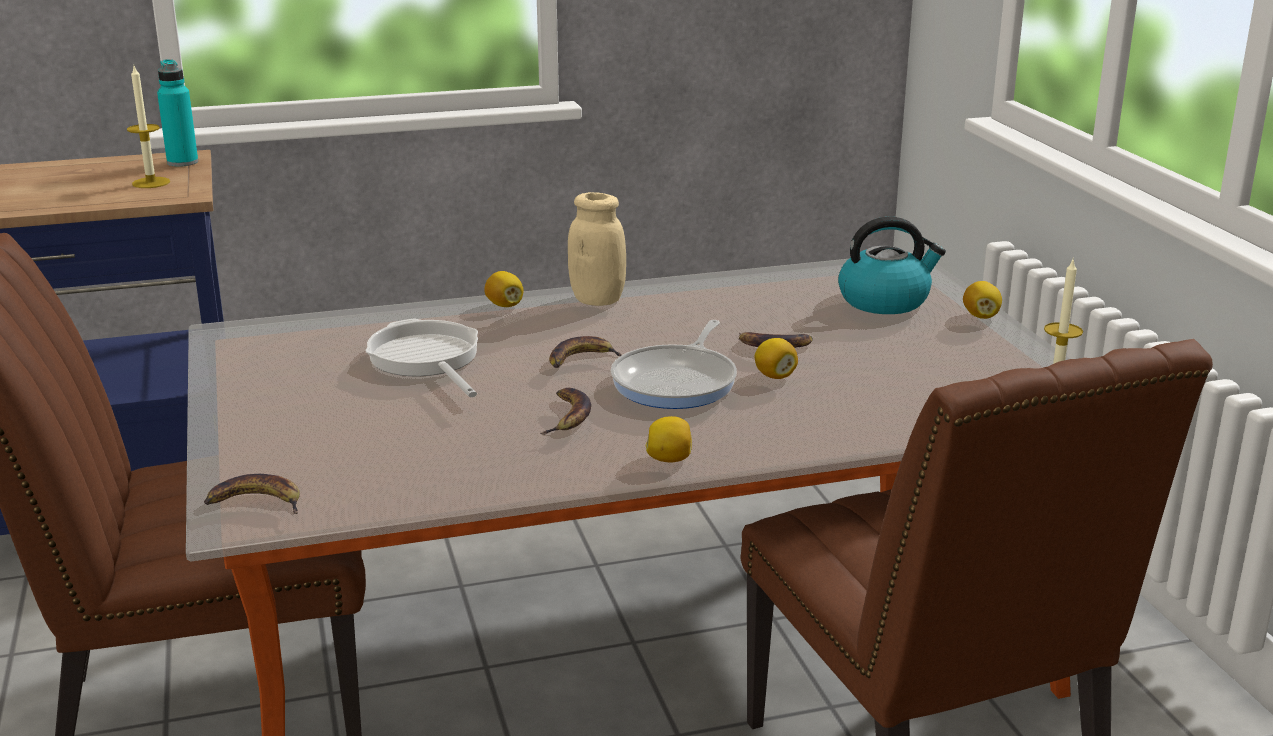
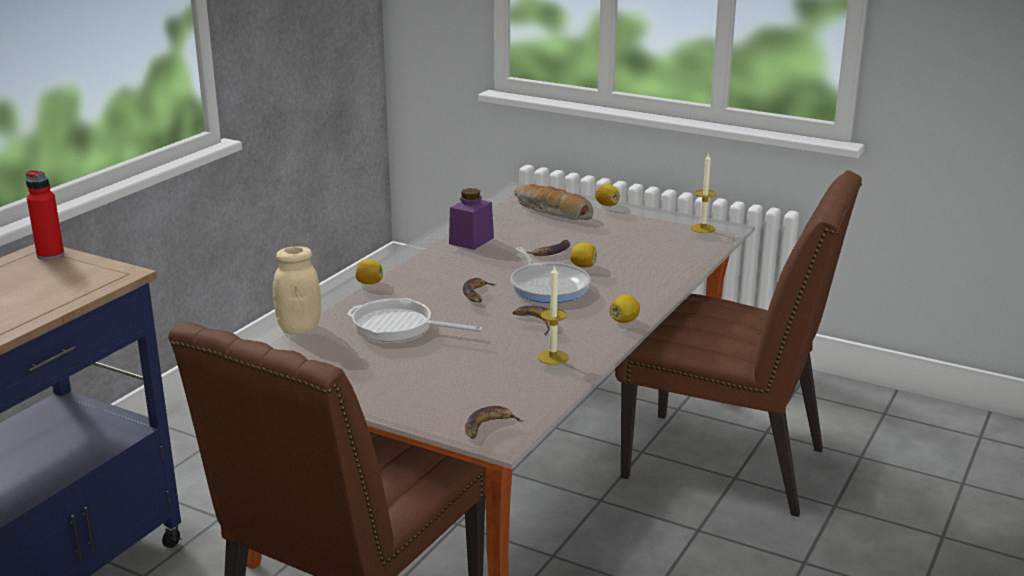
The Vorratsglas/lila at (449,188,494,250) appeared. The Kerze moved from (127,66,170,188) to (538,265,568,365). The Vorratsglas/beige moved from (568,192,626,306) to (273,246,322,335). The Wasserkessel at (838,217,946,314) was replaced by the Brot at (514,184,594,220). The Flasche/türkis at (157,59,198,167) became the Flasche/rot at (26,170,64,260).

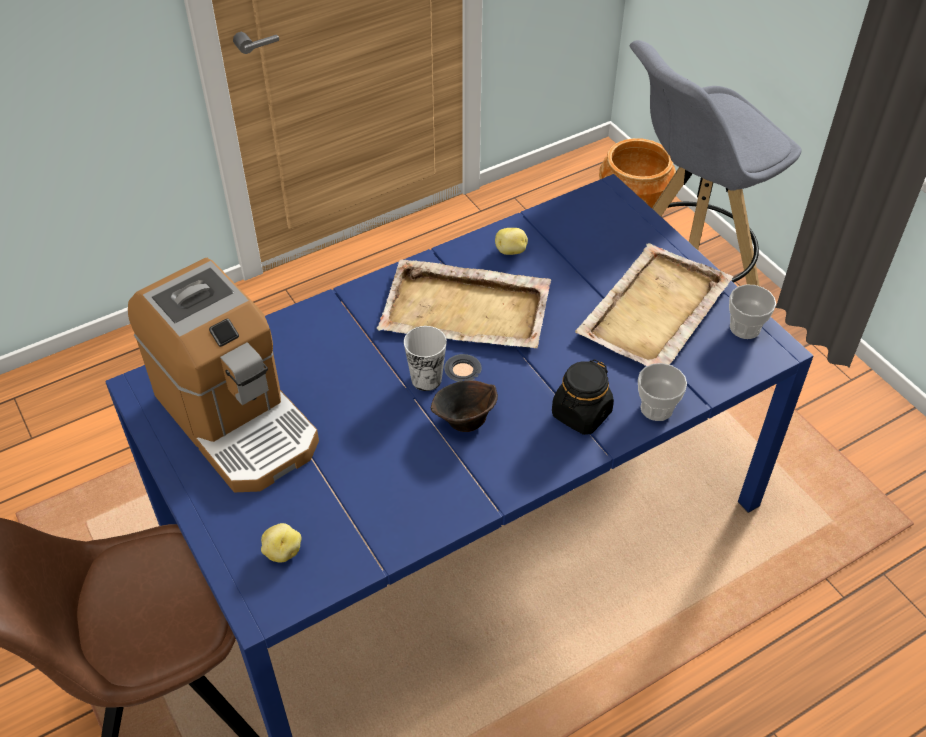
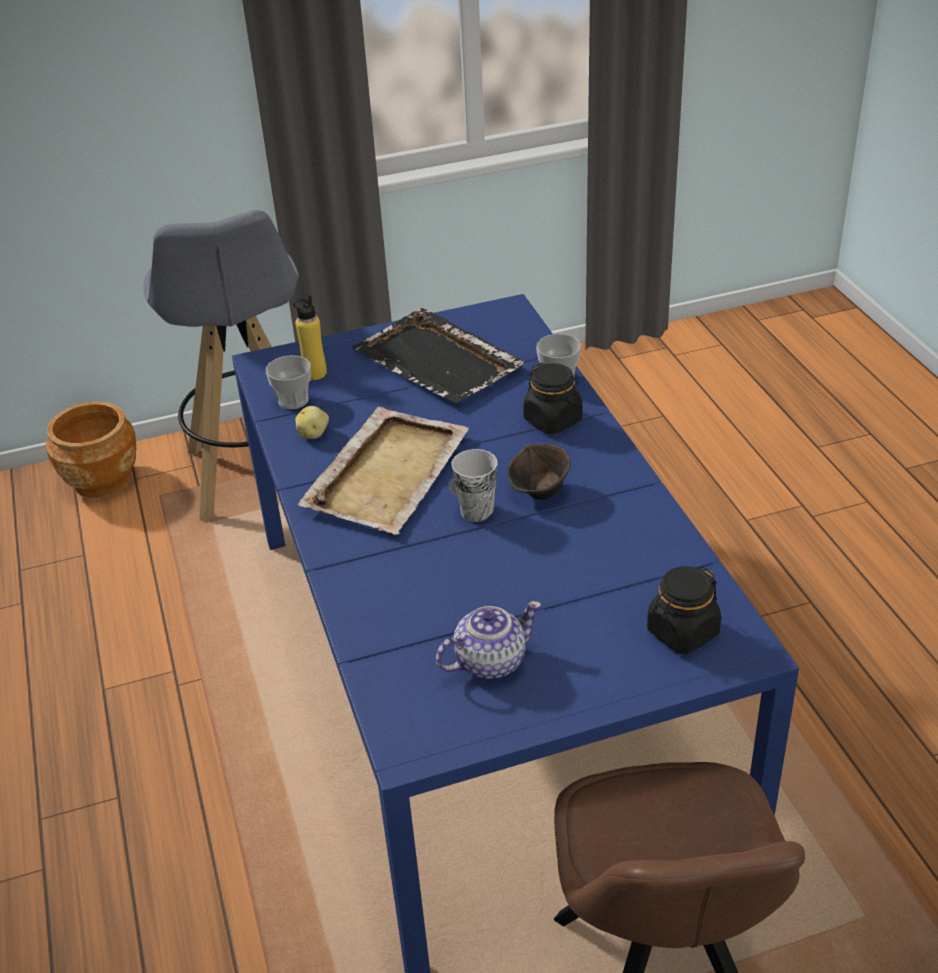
The Flasche/gelb at (293,295,327,380) appeared. The Tasse moved from (729,285,776,339) to (266,355,311,409). The Kaffeemaschine at (128,258,319,492) was replaced by the Teekanne at (436,601,541,679). The Kartoffel at (261,523,302,563) was replaced by the Vorratsglas/schwarz at (647,566,721,654). The Tablett/beige at (575,243,733,366) became the Tablett/schwarz at (352,308,526,403).

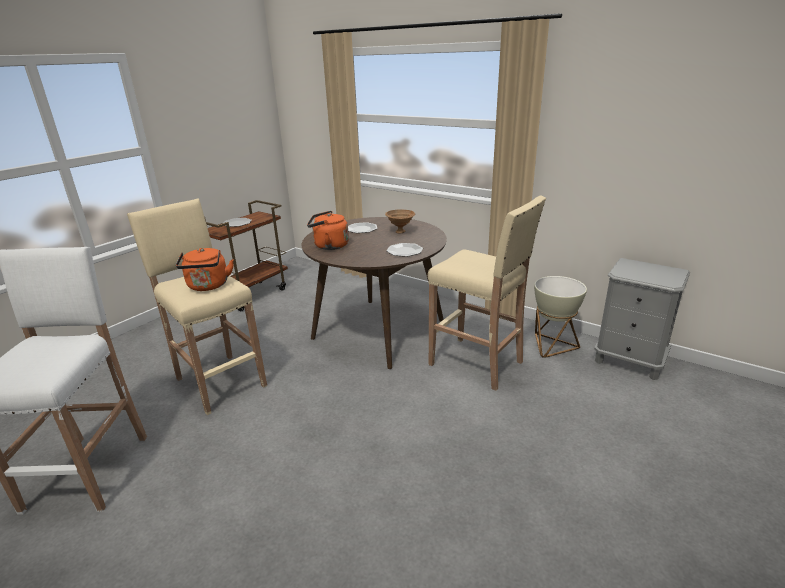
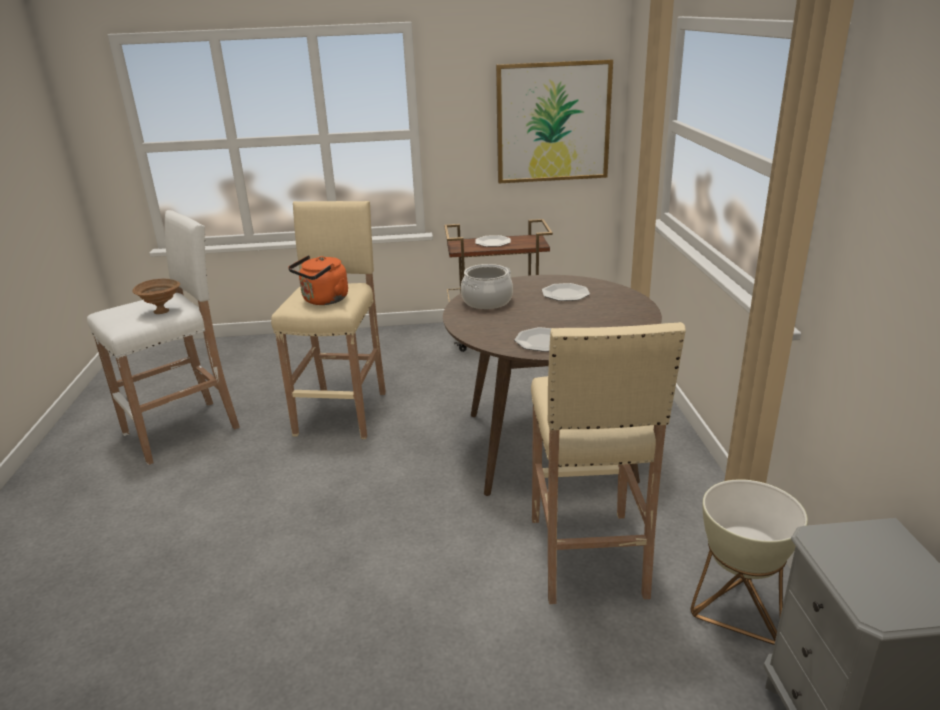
The Bild at (496,59,613,183) appeared. The Schüssel/braun moved from (385,210,415,233) to (133,279,180,314). The Wasserkessel/orange at (307,211,349,250) was replaced by the Kochtopf at (461,264,513,309).

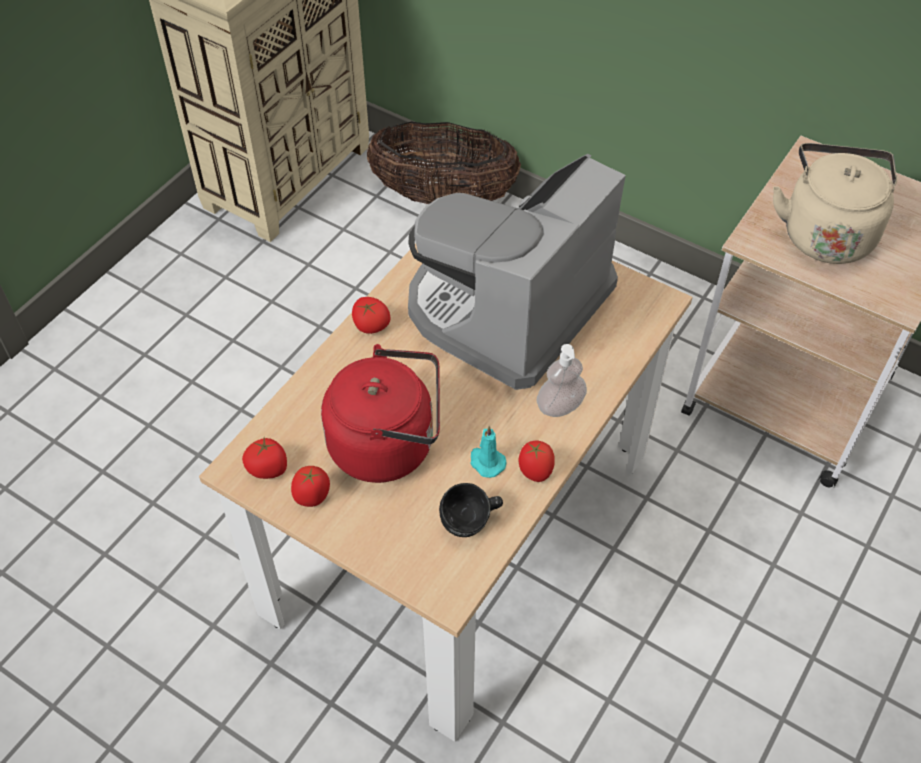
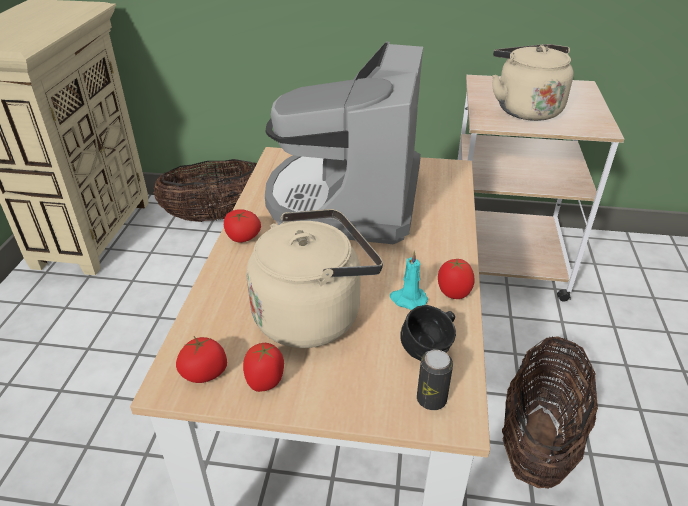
The Seifenspender at (537,344,587,417) disappeared. The Dose at (417,350,453,410) appeared. The Korb at (502,336,598,489) appeared. The Wasserkessel/rot at (321,344,440,483) became the Wasserkessel/beige at (247,209,383,348).

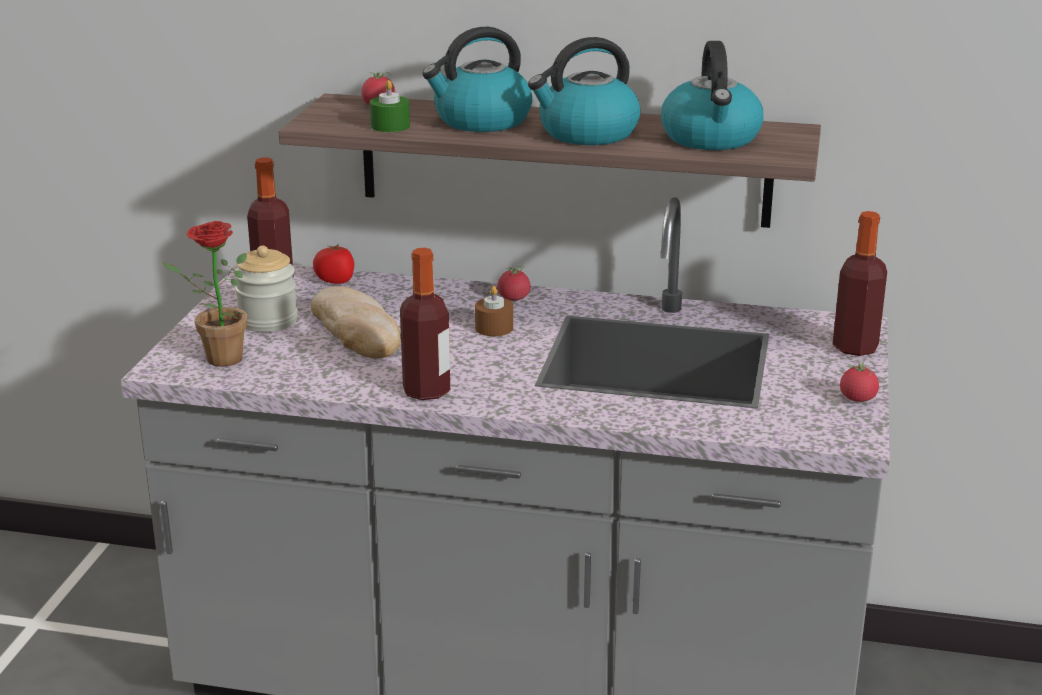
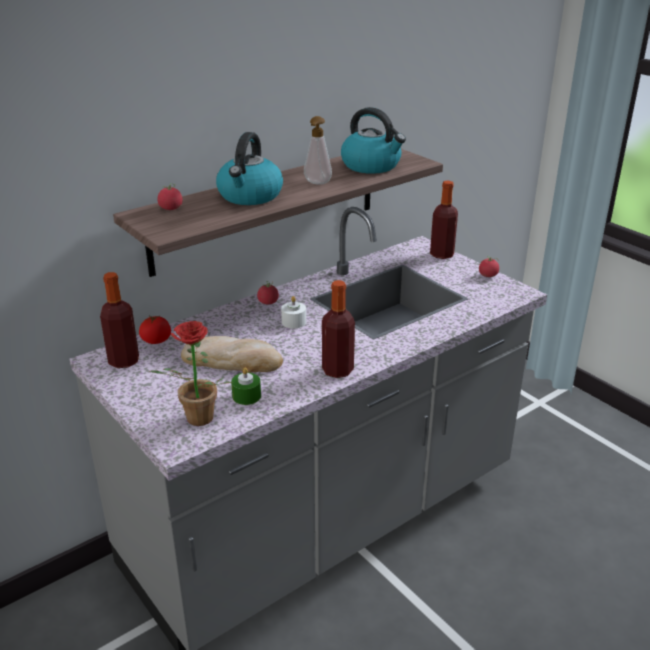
The Vorratsglas at (234,246,298,332) disappeared. The Kerze/grün moved from (370,80,410,132) to (231,368,261,405). The Wasserkessel at (528,37,640,145) was replaced by the Seifenspender at (304,116,332,185). The Kerze/braun at (475,286,513,336) became the Kerze/weiß at (281,296,306,329).

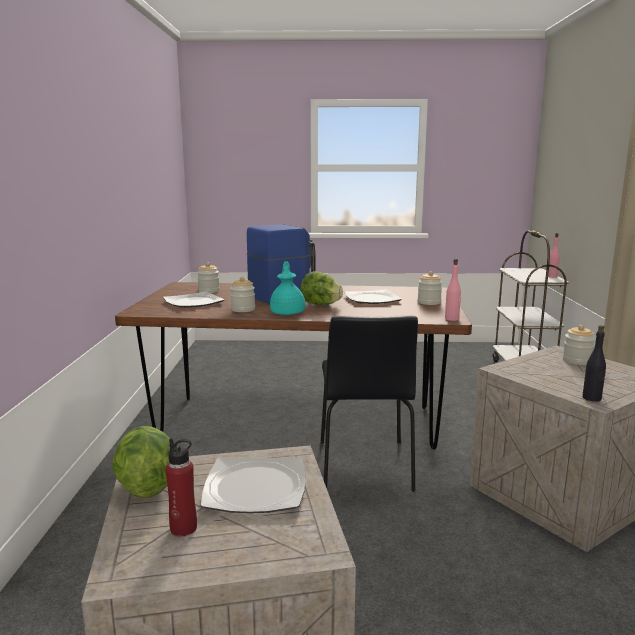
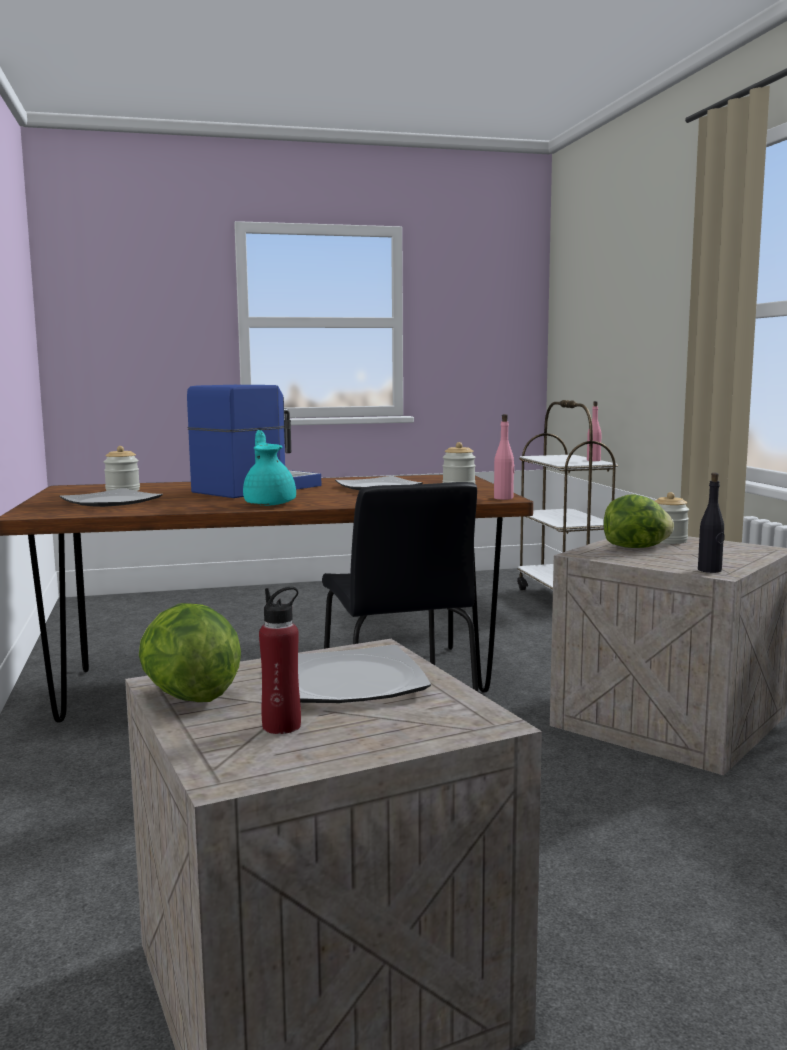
The Vorratsglas at (230,277,255,312) disappeared. The Salatkopf moved from (301,271,343,305) to (603,494,674,548).

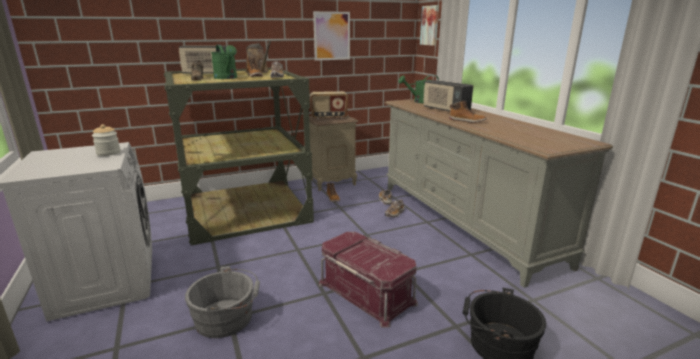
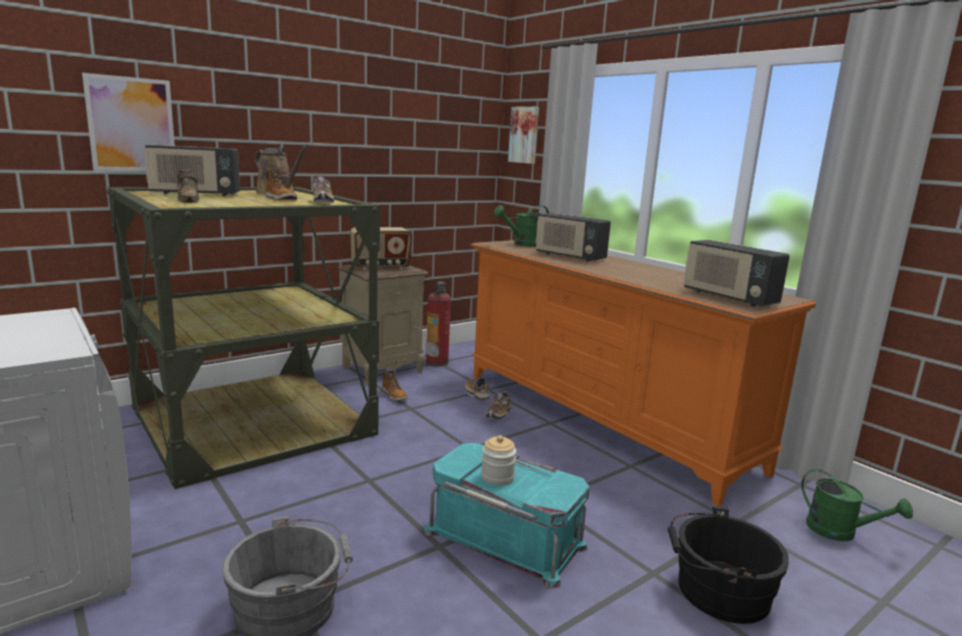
The Stiefel at (449,101,487,123) disappeared. The Feuerlöscher at (426,282,451,367) appeared. The Radio at (683,240,790,306) appeared. The Vorratsglas moved from (92,124,121,156) to (481,435,516,486). The Gießkanne/grün moved from (211,44,237,79) to (801,469,913,541). The Bild moved from (313,11,350,61) to (82,73,175,171). The Aufbewahrungsbox/rot at (319,232,418,328) became the Aufbewahrungsbox/türkis at (424,443,590,589). The Schrank/grau at (384,99,613,288) became the Schrank/orange at (470,240,817,507).

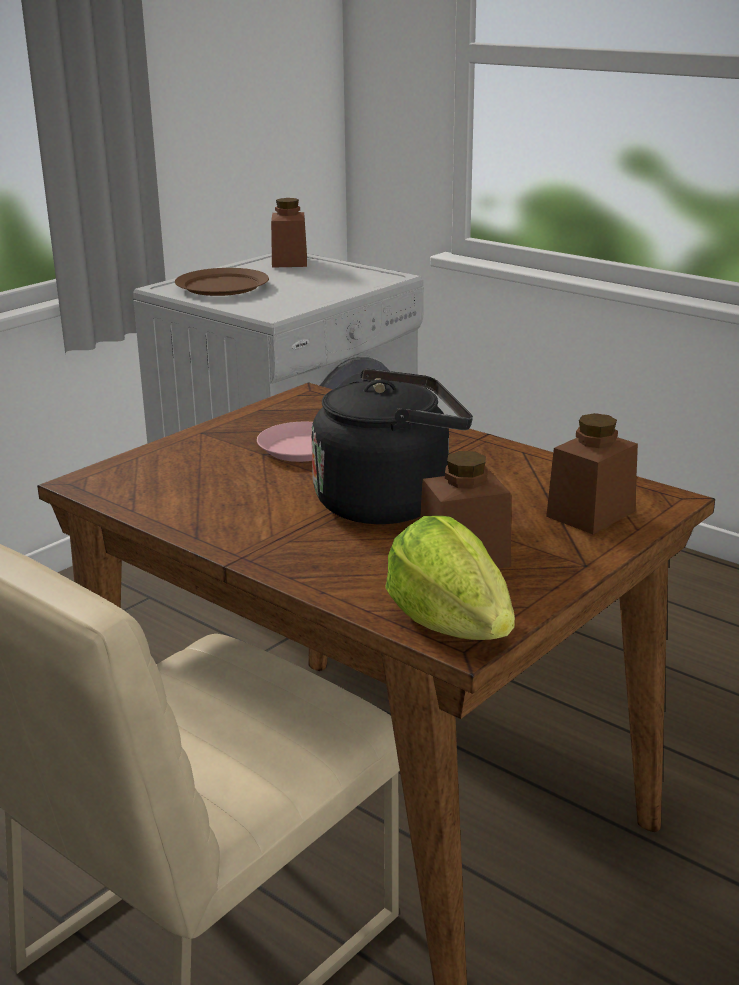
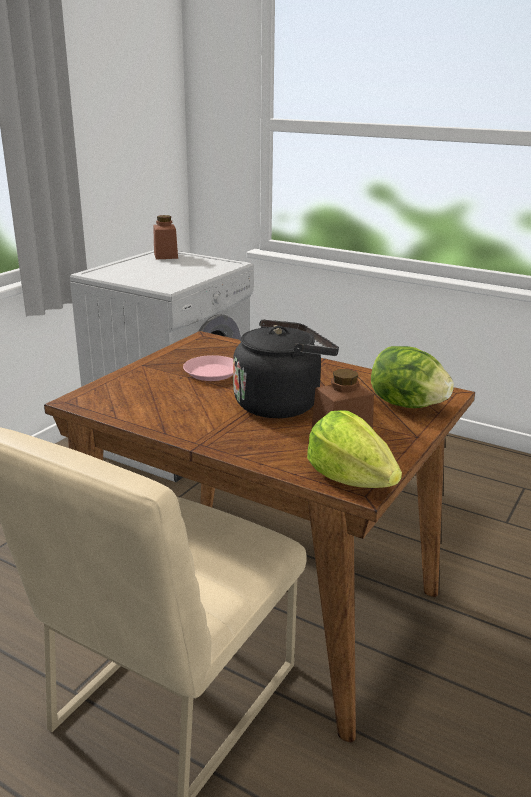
The Teller/braun at (175,268,269,296) disappeared. The Vorratsglas/braun at (546,413,638,534) was replaced by the Salatkopf at (371,346,454,408).

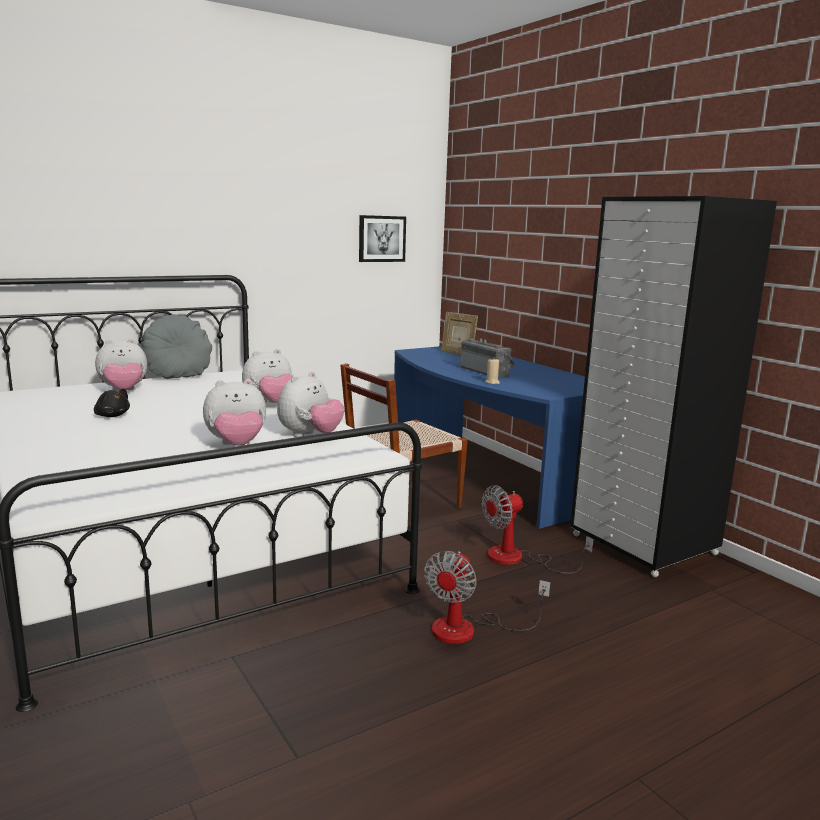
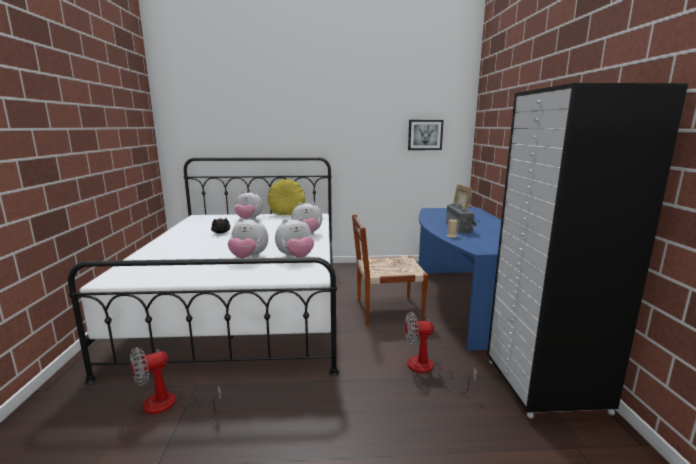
The Ventilator moved from (424,551,550,644) to (130,347,222,421). The Kissen/grau at (140,314,212,379) became the Kissen/gelb at (268,179,305,215).

